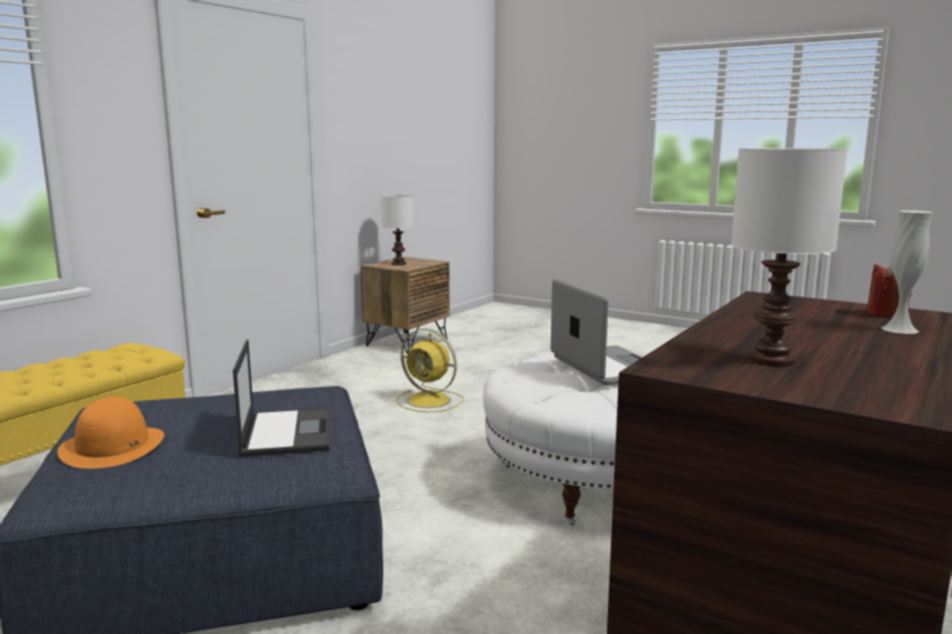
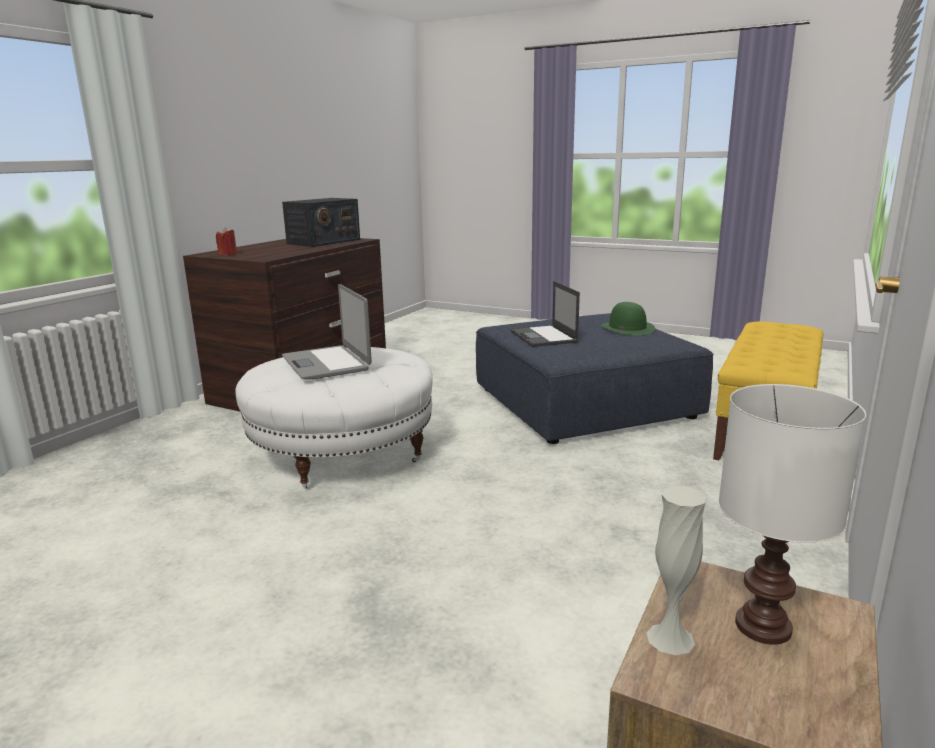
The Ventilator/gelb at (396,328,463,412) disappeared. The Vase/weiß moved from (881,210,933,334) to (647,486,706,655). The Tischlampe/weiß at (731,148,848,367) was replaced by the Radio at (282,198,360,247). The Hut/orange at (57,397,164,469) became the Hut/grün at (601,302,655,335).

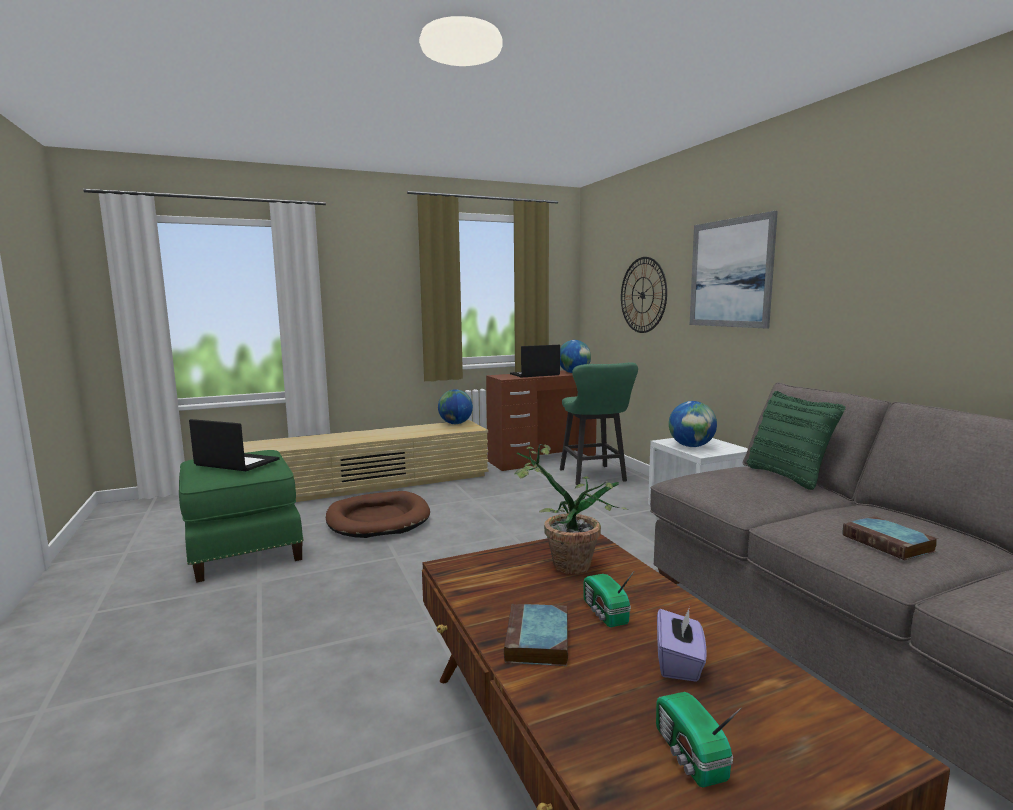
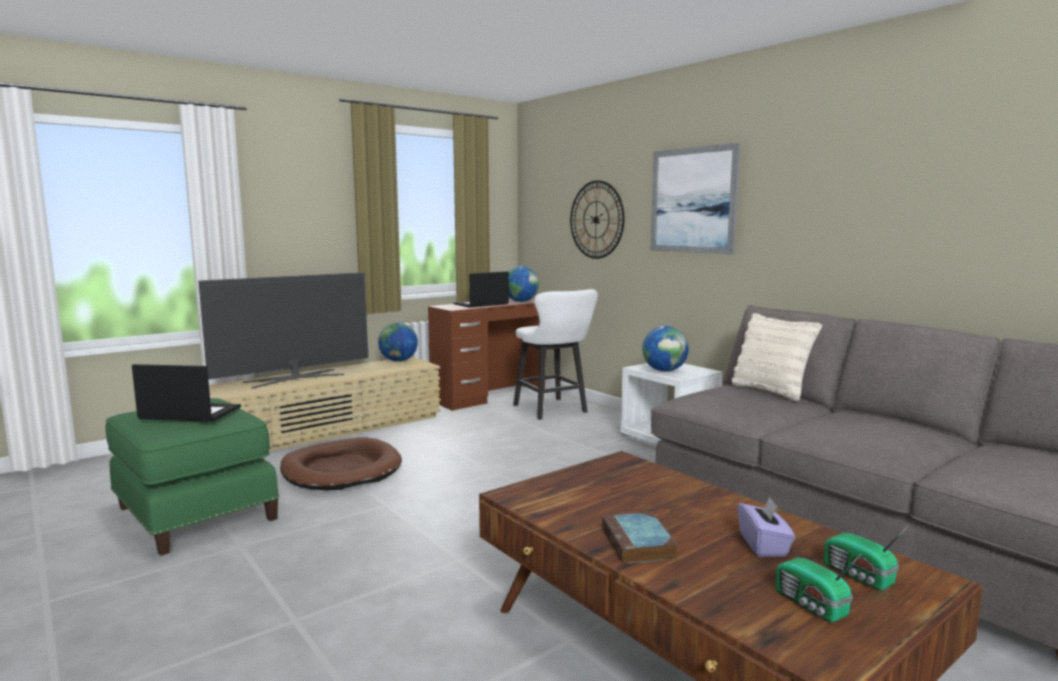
The Topfpflanze at (514,444,628,574) disappeared. The Buch at (843,516,938,560) disappeared. The Fernseher at (198,272,368,389) appeared. The Radio moved from (584,571,634,627) to (824,526,908,590). The Hocker/grün at (560,363,638,485) became the Hocker/weiß at (513,289,598,420). The Kissen/grün at (747,391,846,490) became the Kissen/beige at (731,313,822,401).

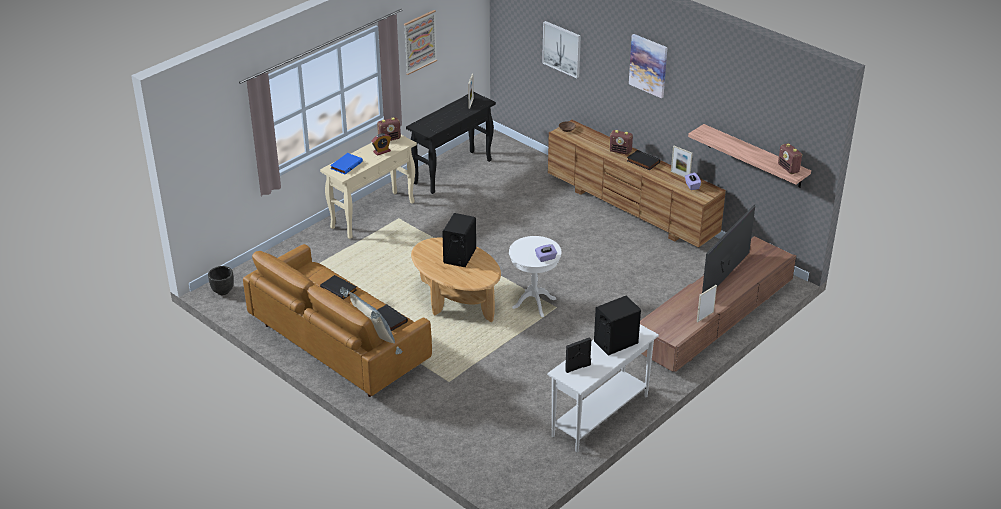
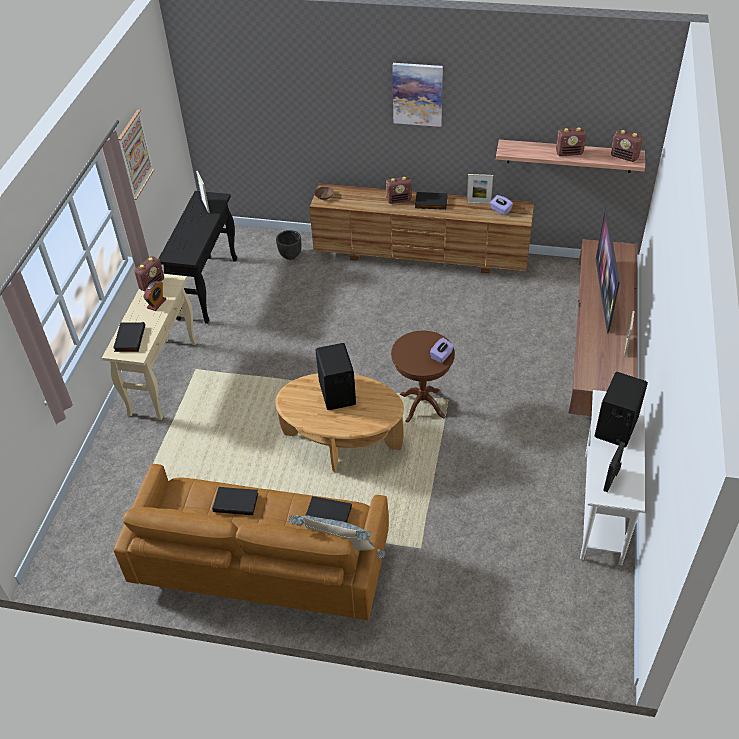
The Bild at (542,21,581,78) disappeared. The Radio at (556,127,586,156) appeared. The Pflanzkübel/schwarz moved from (208,266,234,295) to (276,230,302,260). The Buch/blau at (330,153,363,174) became the Buch/schwarz at (113,322,145,352). The Beistelltisch/weiß at (509,236,561,317) became the Beistelltisch/braun at (391,331,455,423).

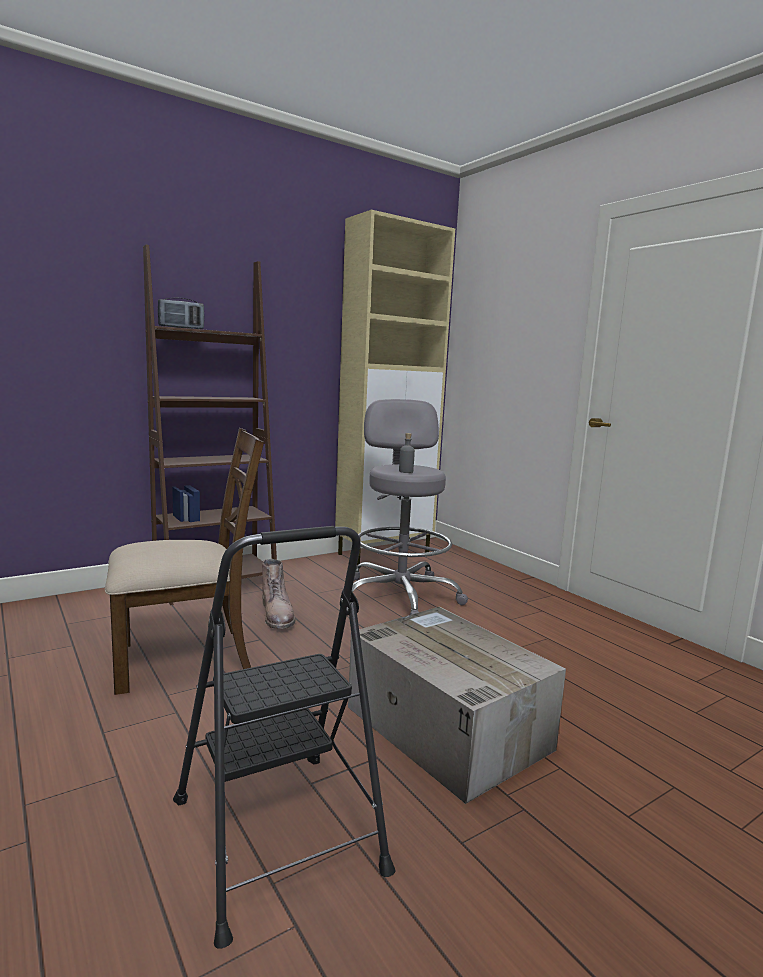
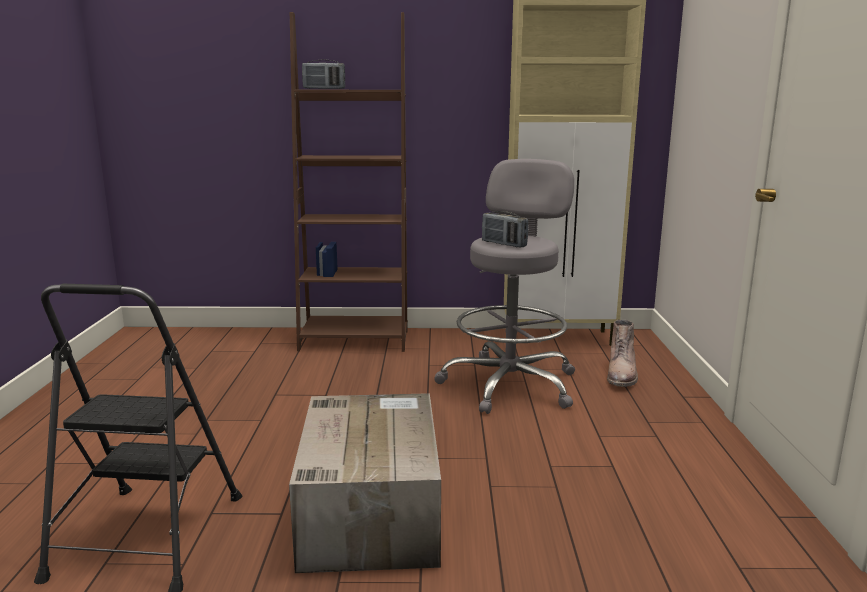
The Stuhl/braun at (105,428,264,695) disappeared. The Stiefel/braun moved from (262,559,295,629) to (607,319,638,387). The Flasche/grau at (399,433,415,473) was replaced by the Radio at (482,211,528,247).

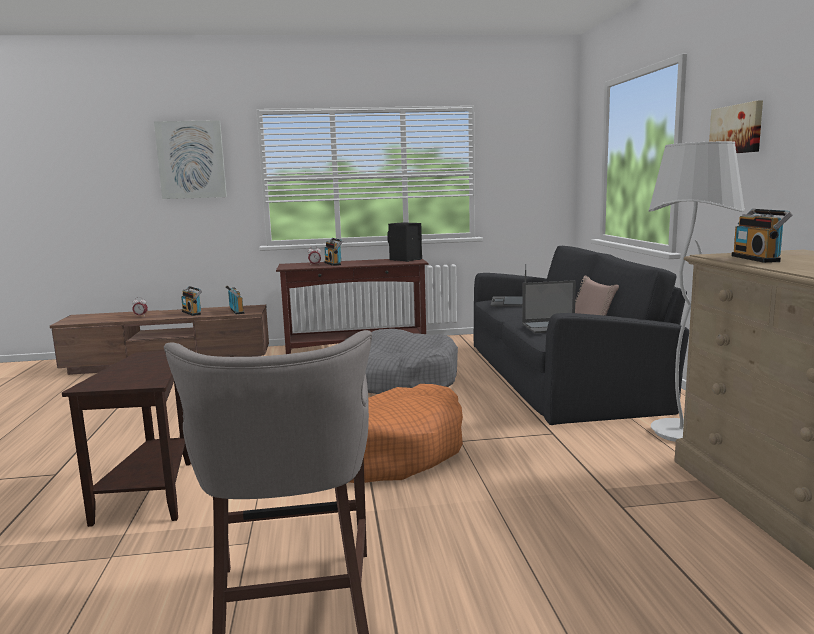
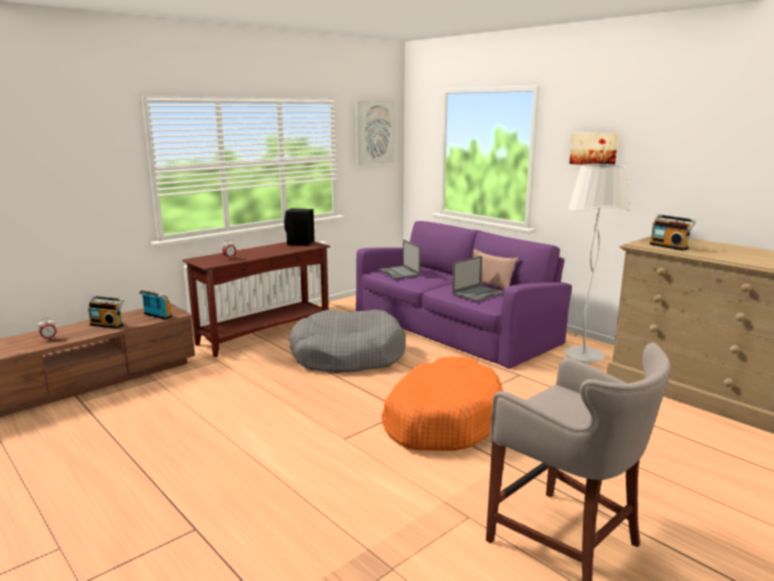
The Beistelltisch/braun at (62,351,191,527) disappeared. The Radio at (324,238,343,266) disappeared. The Bild moved from (154,120,227,199) to (355,101,396,165). The Sofa/grau at (473,246,689,425) became the Sofa/lila at (356,221,572,369).

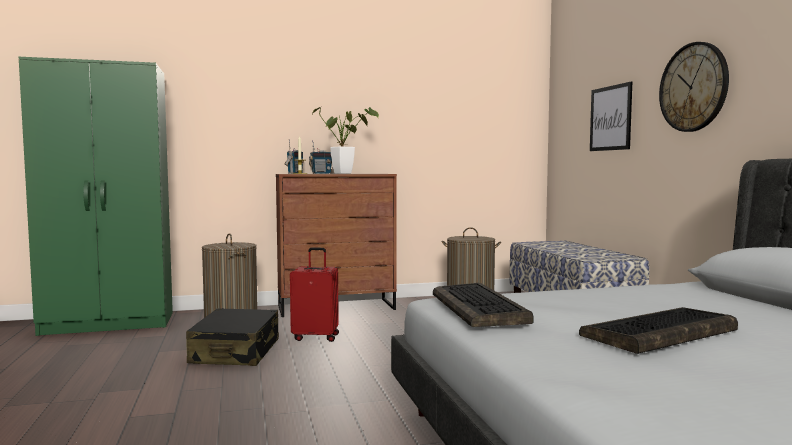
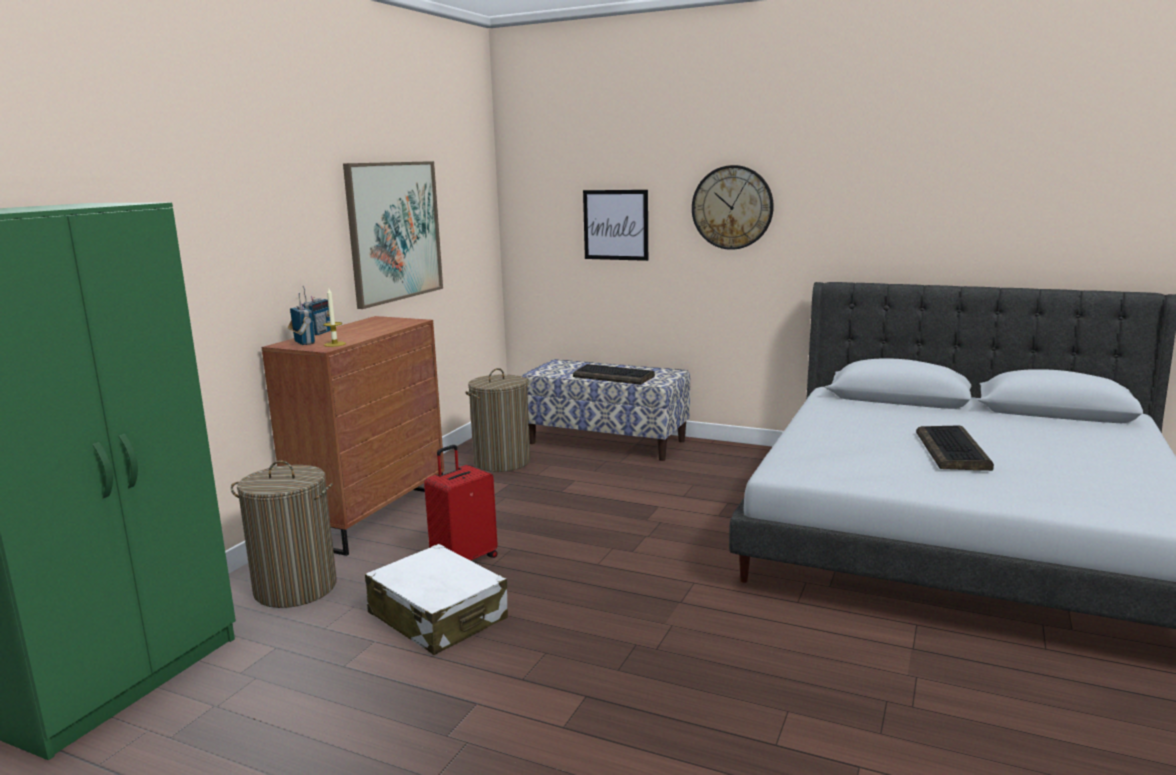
The Topfpflanze at (312,107,379,174) disappeared. The Bild at (343,161,443,309) appeared. The Tastatur moved from (433,283,534,327) to (573,364,655,385). The Koffer/schwarz at (186,308,279,366) became the Koffer/weiß at (365,544,508,655).

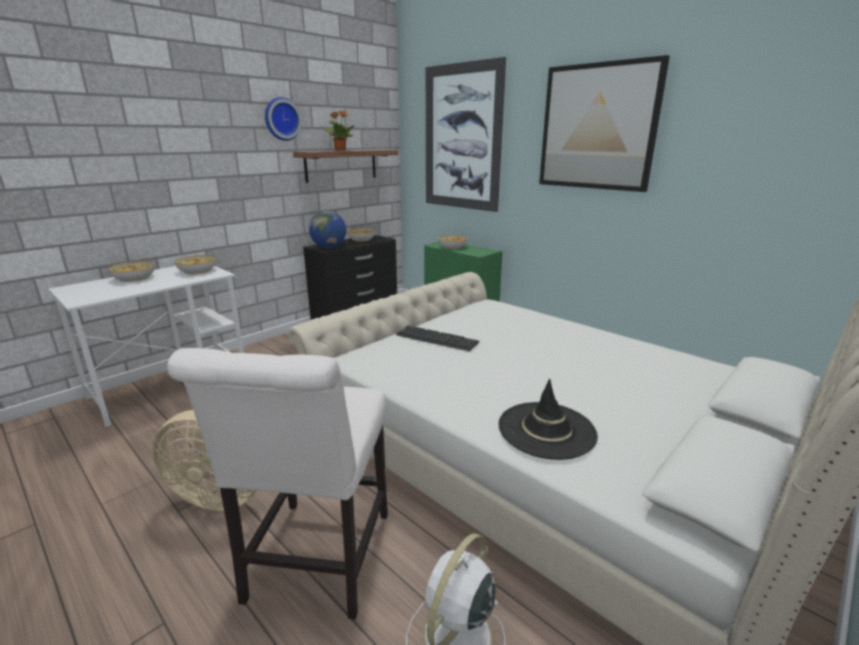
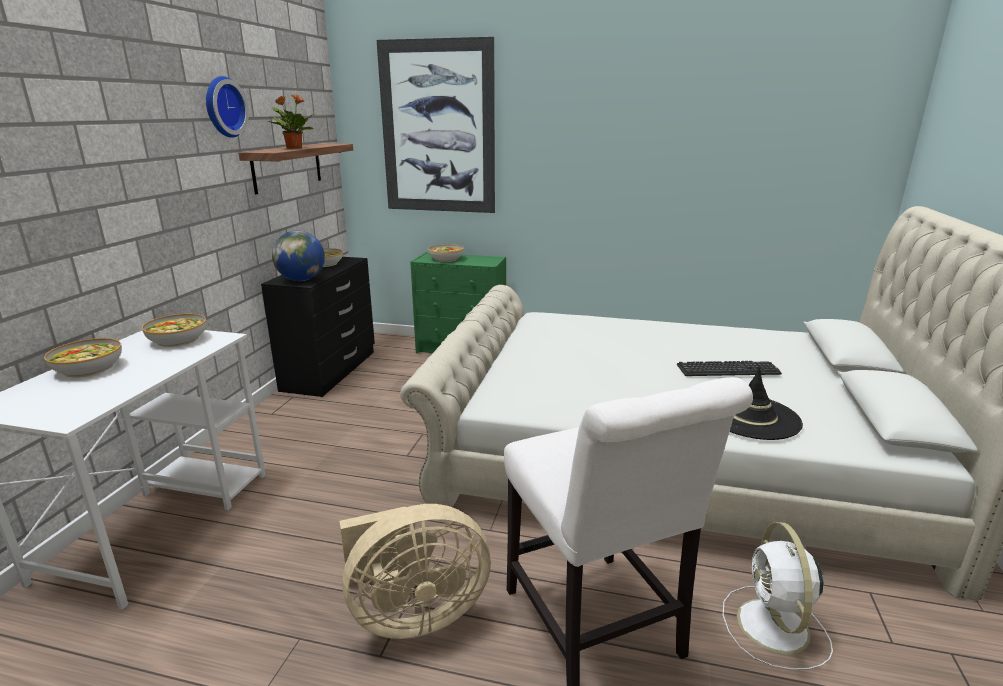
The Bild at (539,55,670,192) disappeared. The Tastatur moved from (396,325,479,351) to (677,361,782,376).

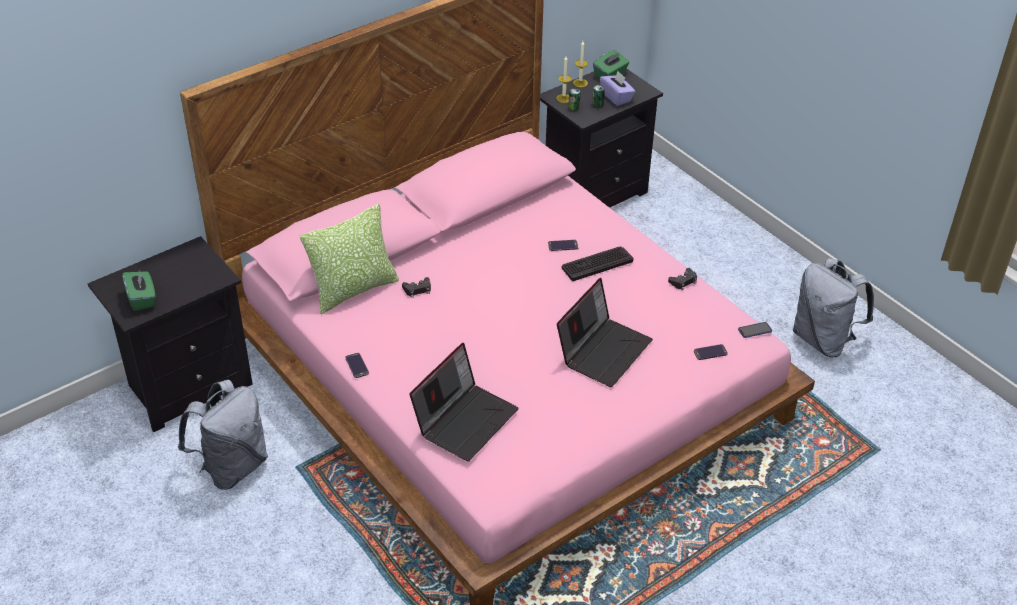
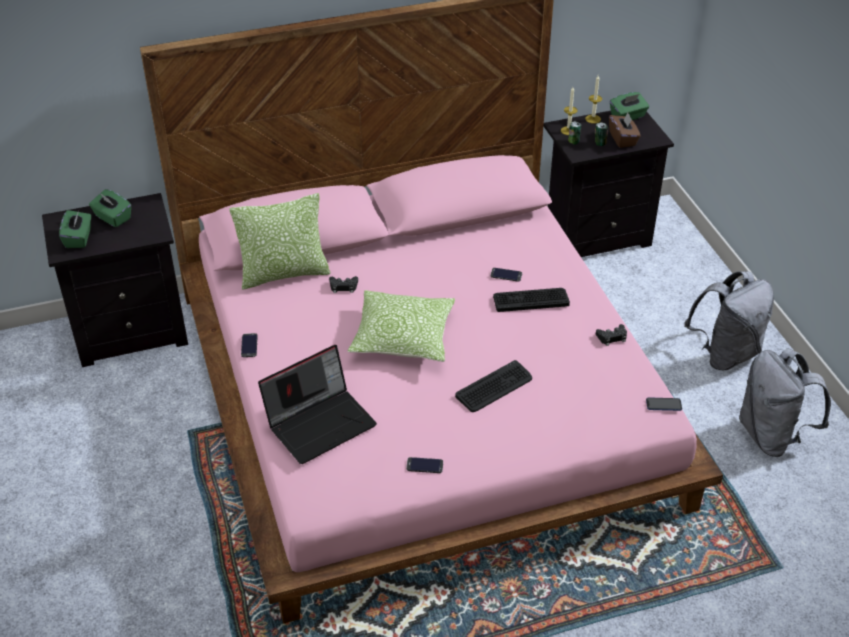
The Taschentuchbox/grün at (89,189,131,227) appeared. The Kissen at (348,290,455,362) appeared. The Rucksack/grau moved from (178,380,268,490) to (684,271,774,370). The Handy moved from (694,344,728,360) to (406,457,443,473). The Laptop at (557,278,653,387) was replaced by the Tastatur at (455,360,532,412). The Taschentuchbox/lila at (600,71,635,106) became the Taschentuchbox/braun at (609,112,641,148).

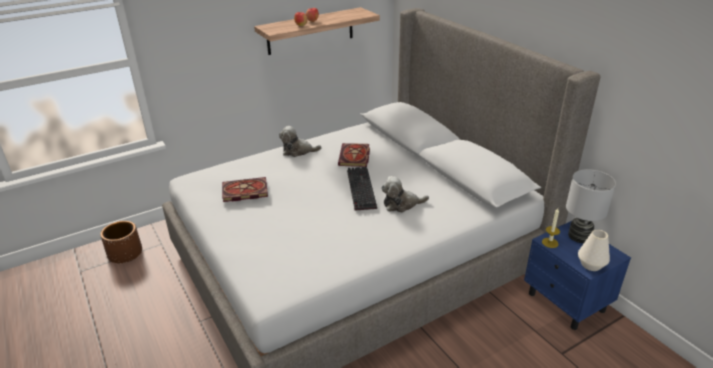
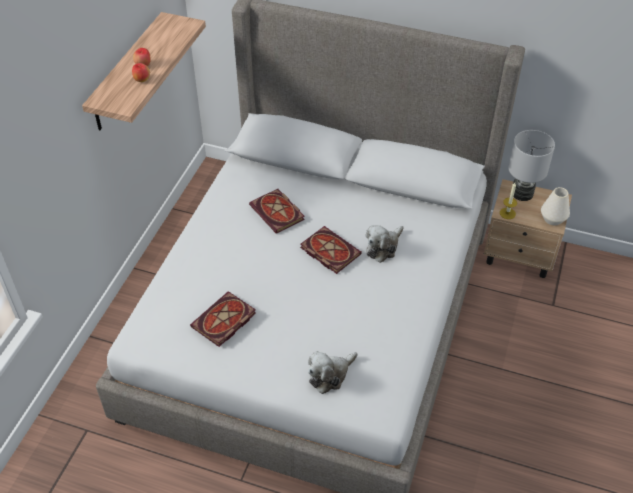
The Pflanzkübel/braun at (100,221,142,263) disappeared. The Plüschtier moved from (279,126,322,157) to (308,351,357,394). The Tastatur at (347,167,377,211) was replaced by the Buch at (300,226,362,274). The Nachttisch/blau at (524,221,631,330) became the Nachttisch/beige at (483,179,572,278).

